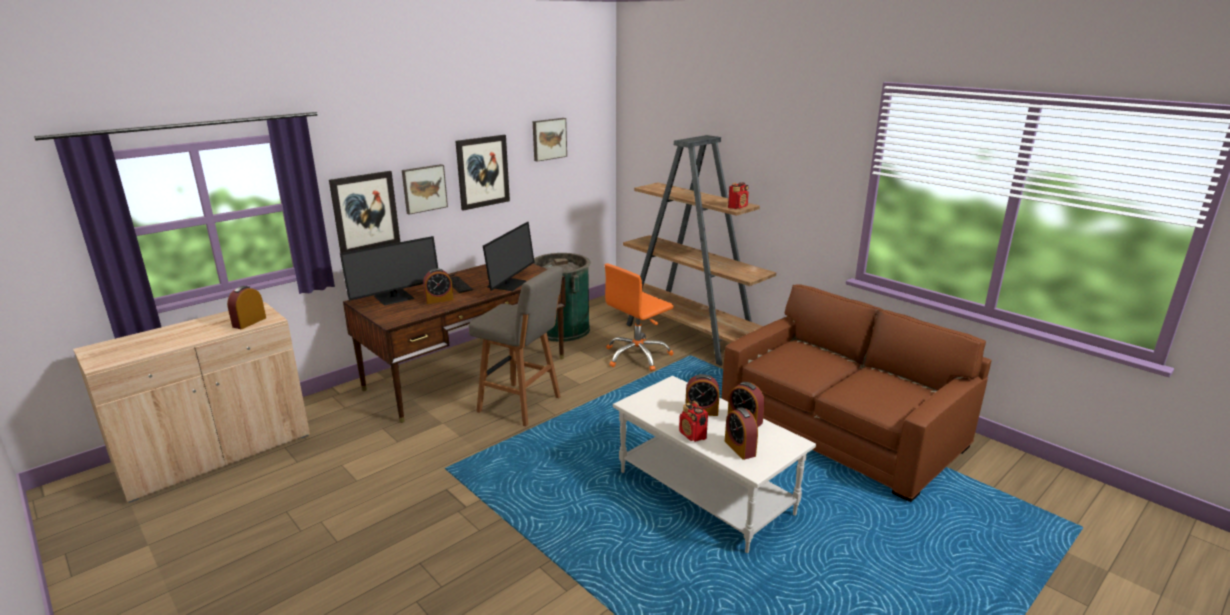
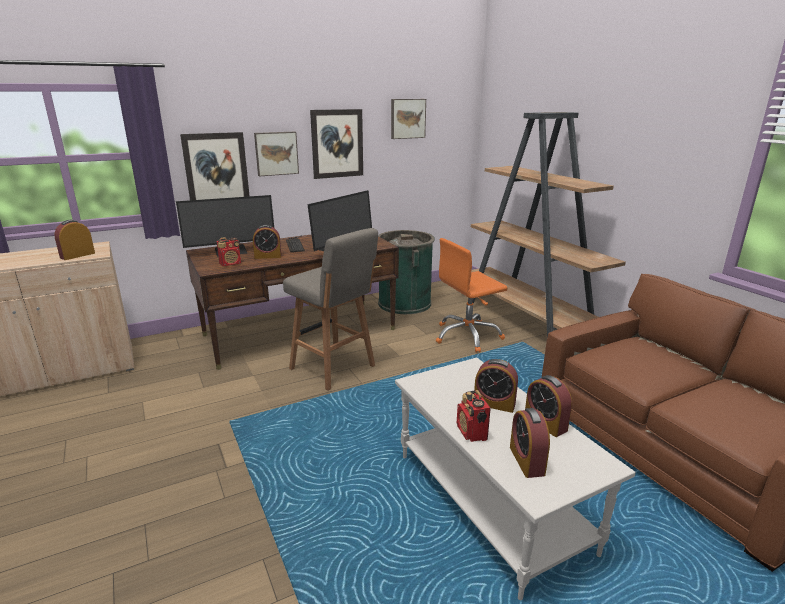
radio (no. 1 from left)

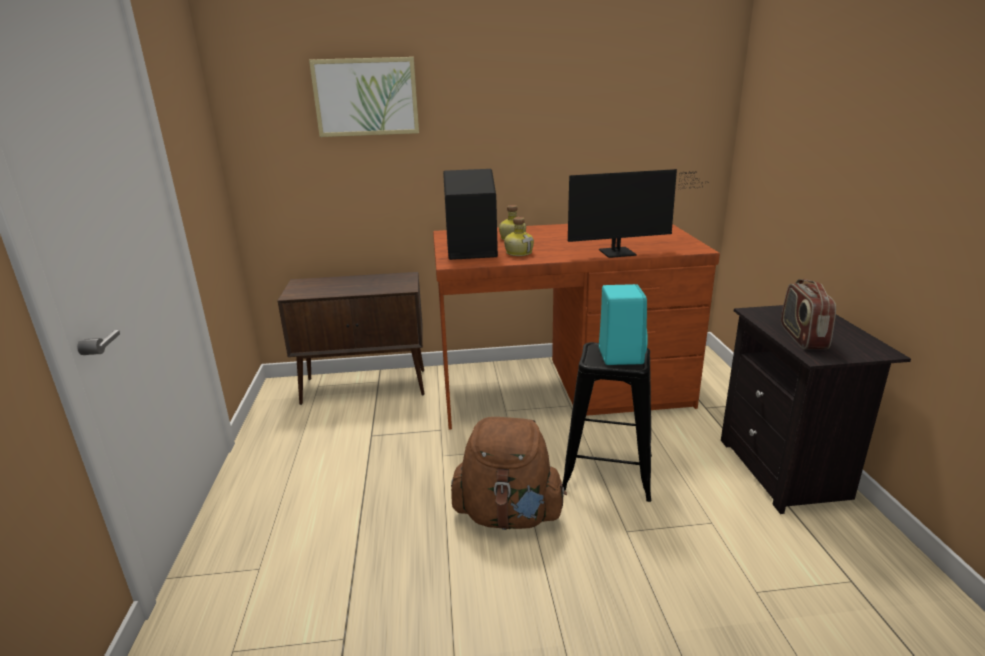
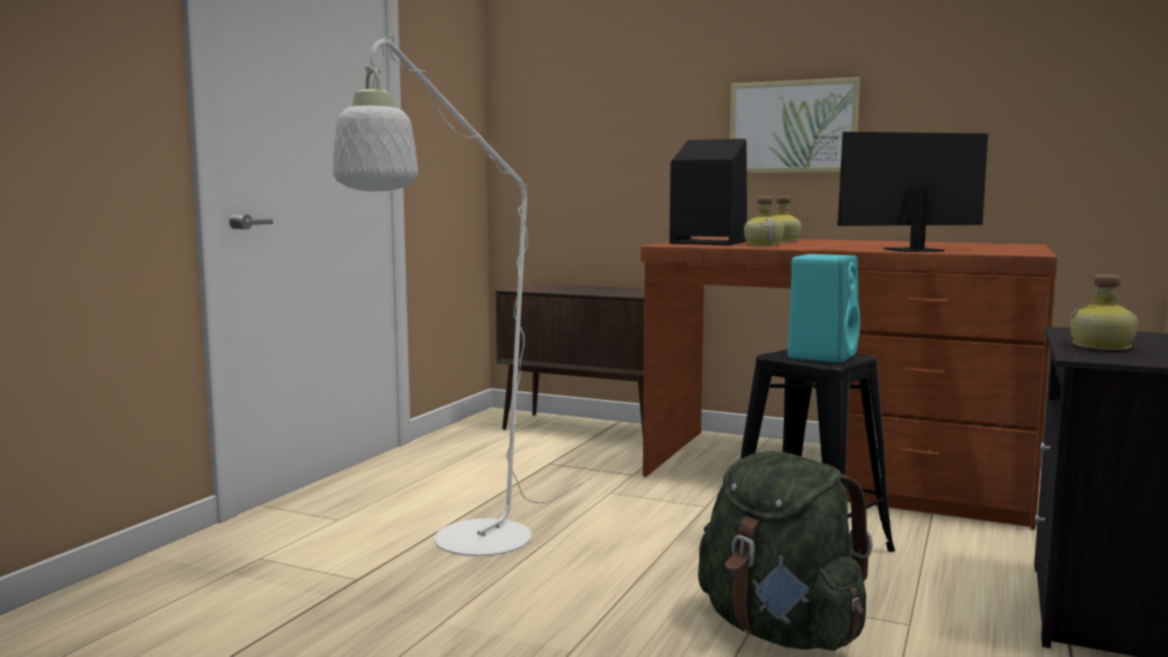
picture; backpack (brown); monitor; bottle (no. 3 from left); floor lamp (white); backpack (green)

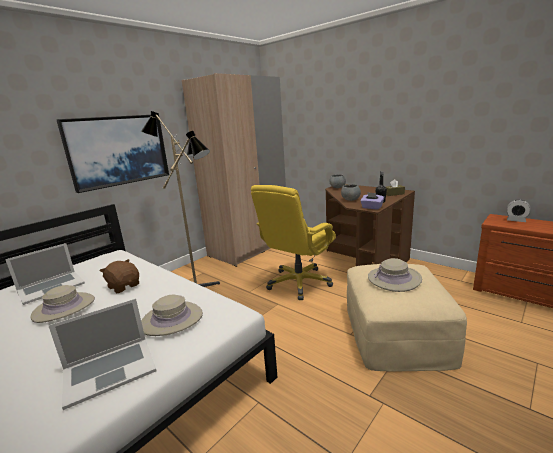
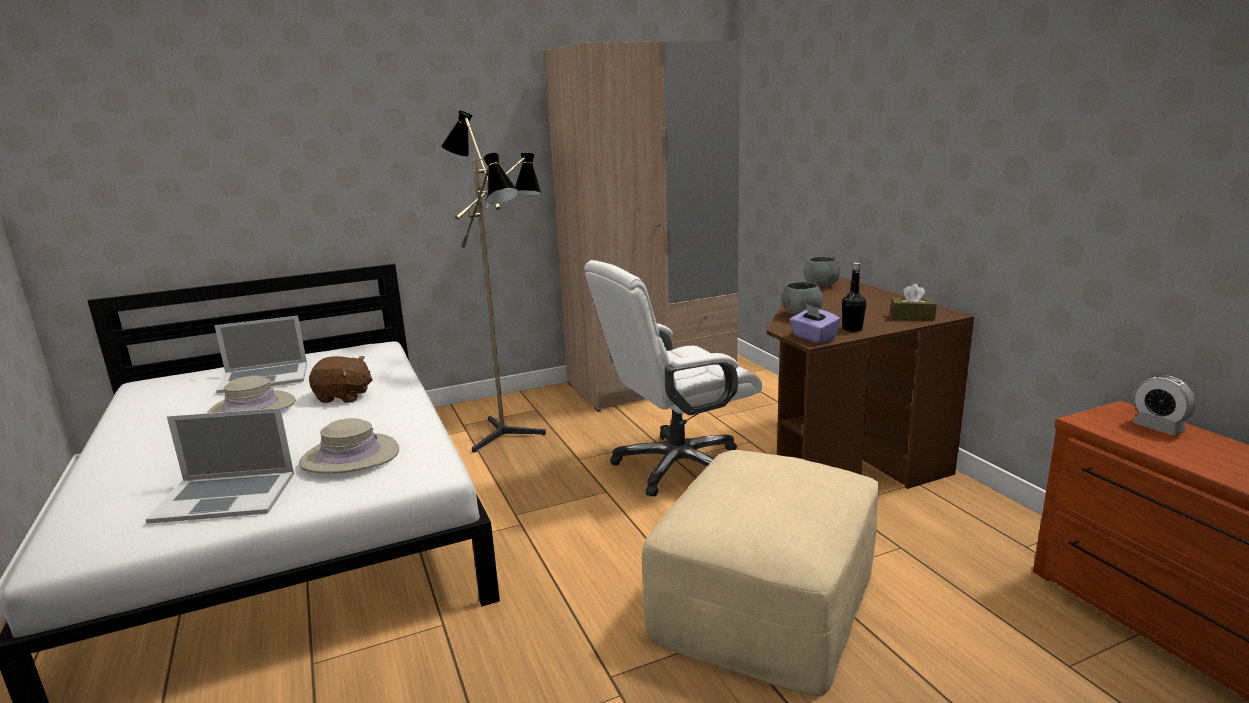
picture; plush toy (brown); office chair (white); hat (beige) (no. 3 from left in the first image)

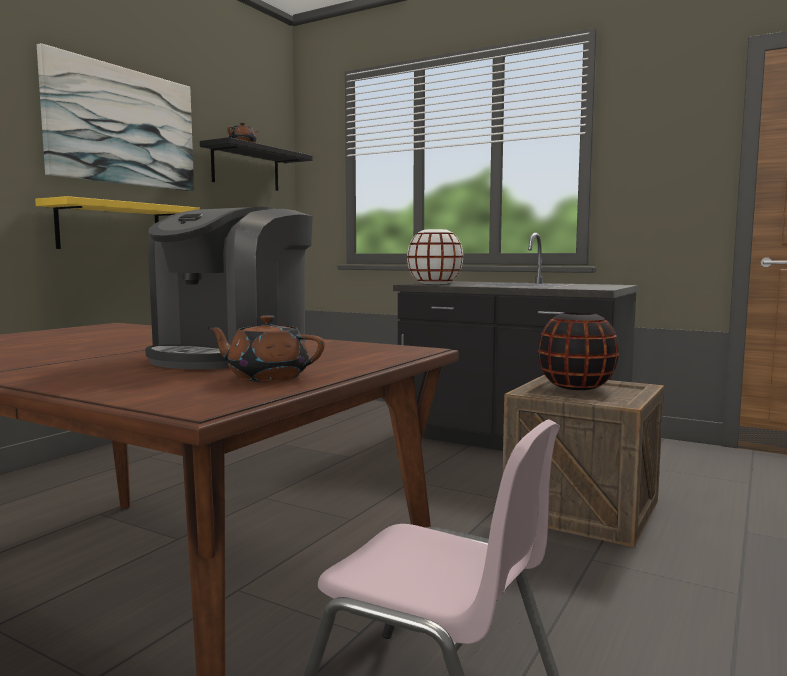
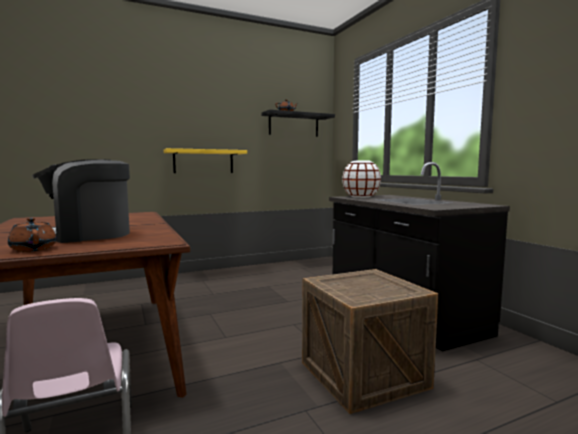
picture; vase (black)

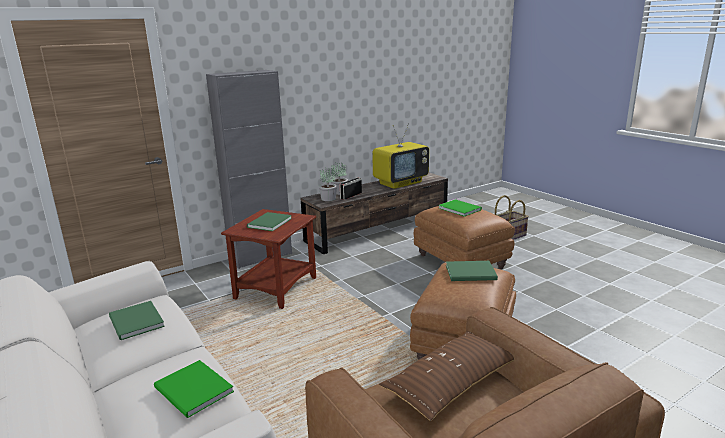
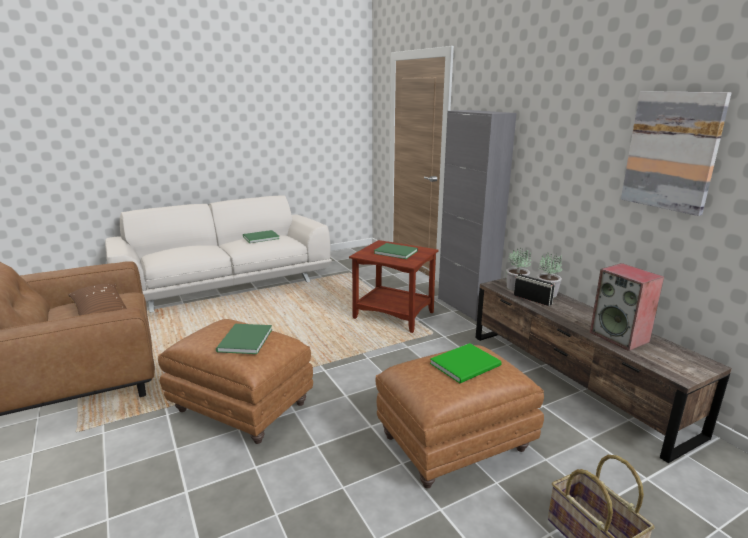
book (green) (no. 2 from left in the first image); speaker; picture

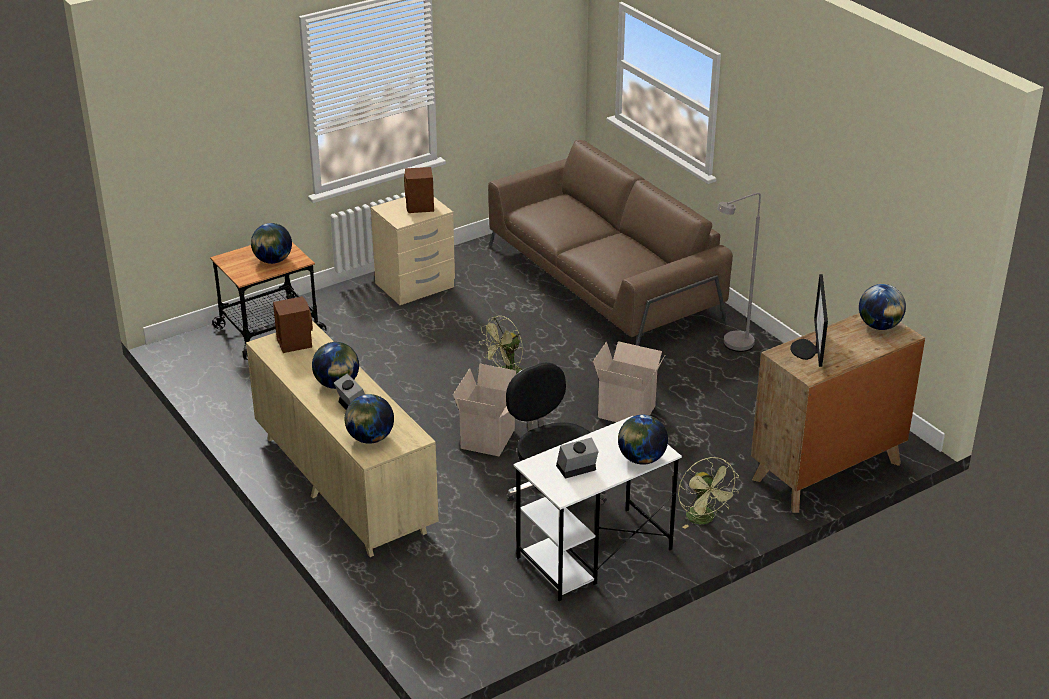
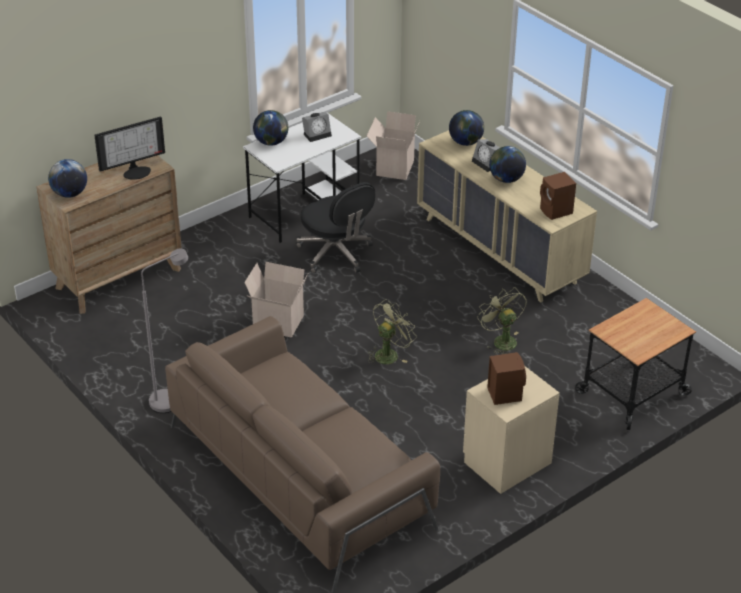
globe (no. 1 from left in the first image); cardboard box (no. 2 from left); fan (green) (no. 2 from left); monitor

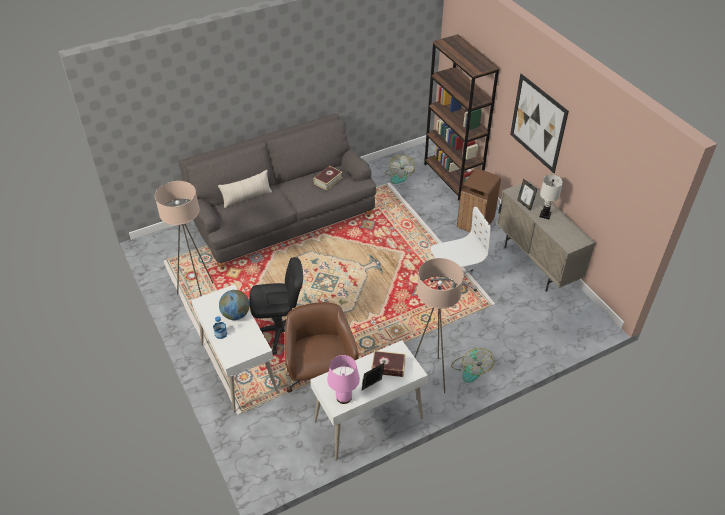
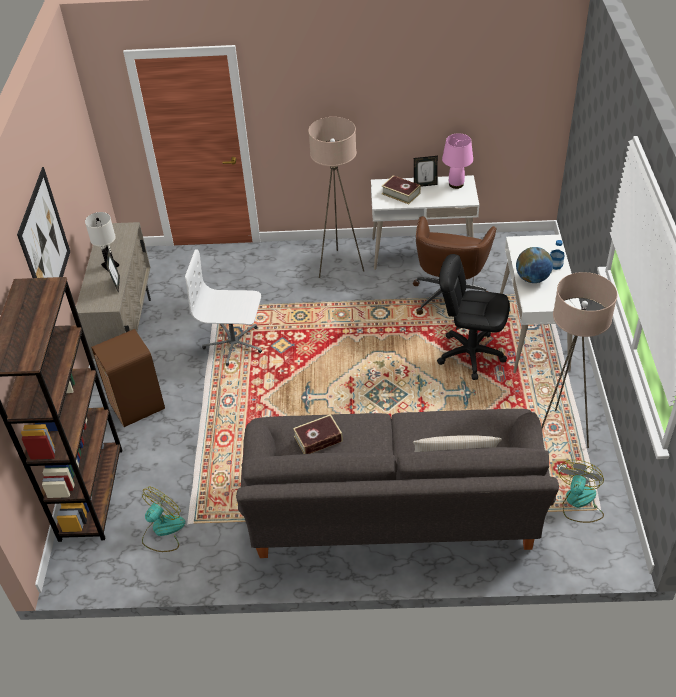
fan (no. 2 from left)

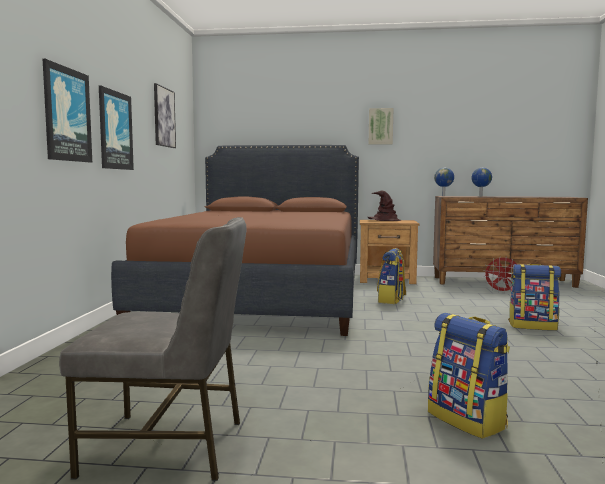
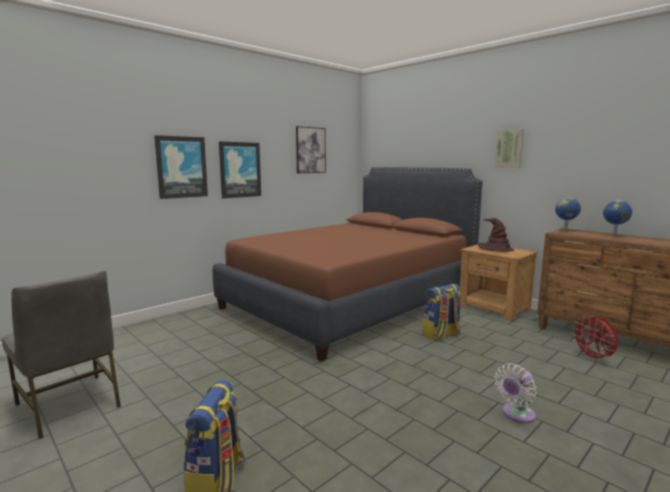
fan (white)

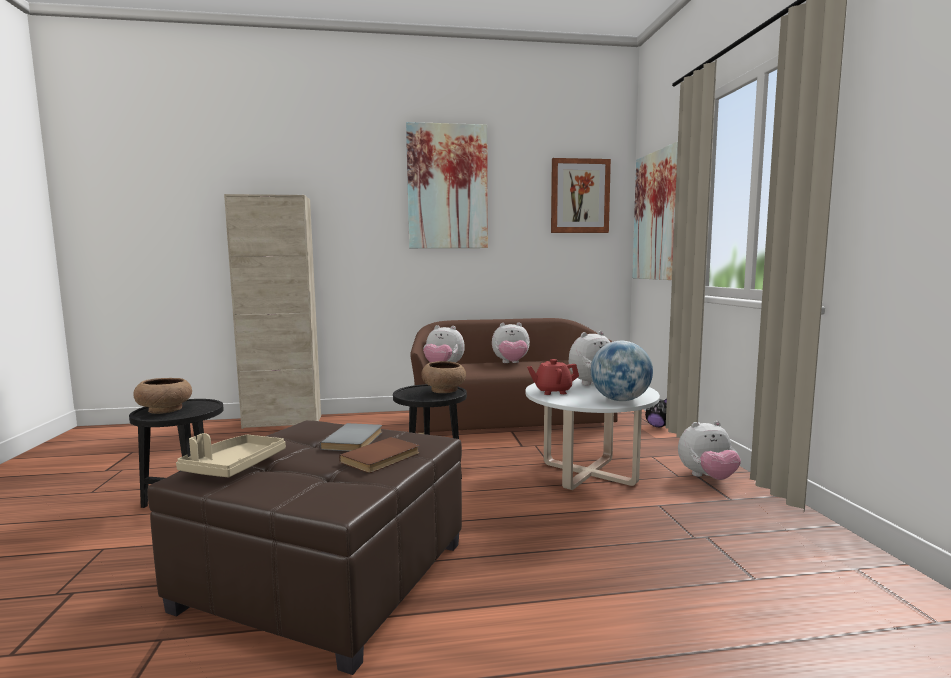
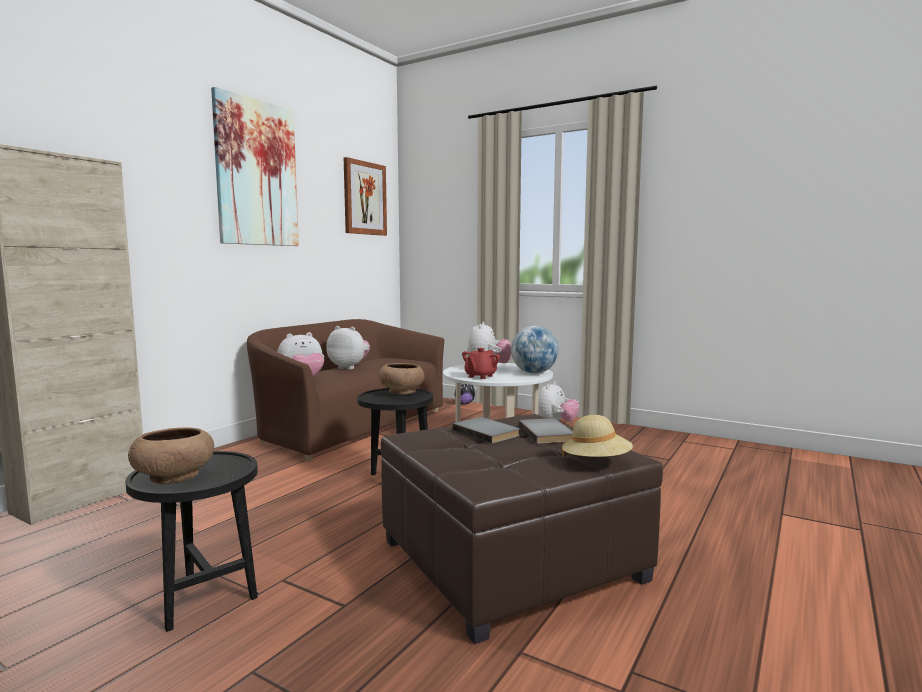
tray (beige); book (grey) (no. 2 from left); plush toy (no. 2 from left); picture (no. 3 from left in the first image); hat (beige)

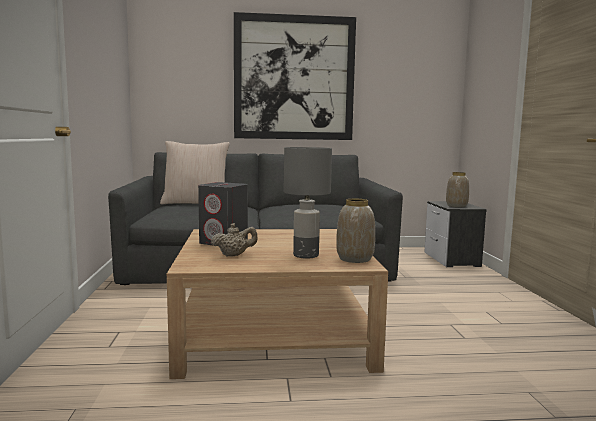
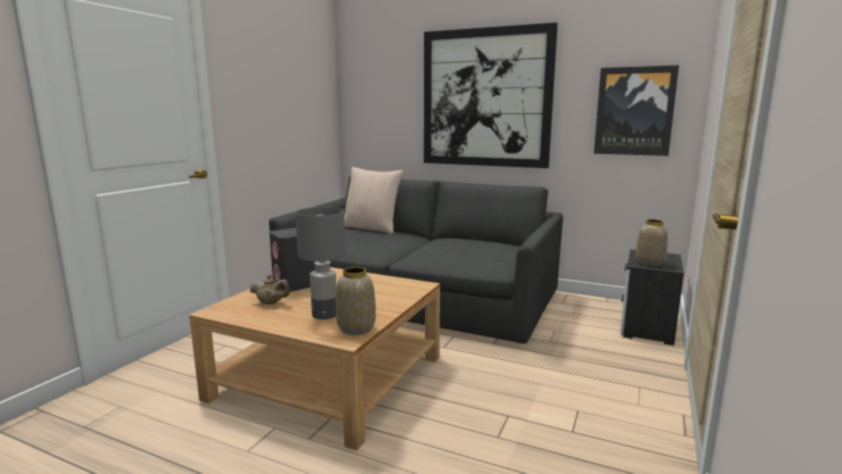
picture (no. 2 from left)

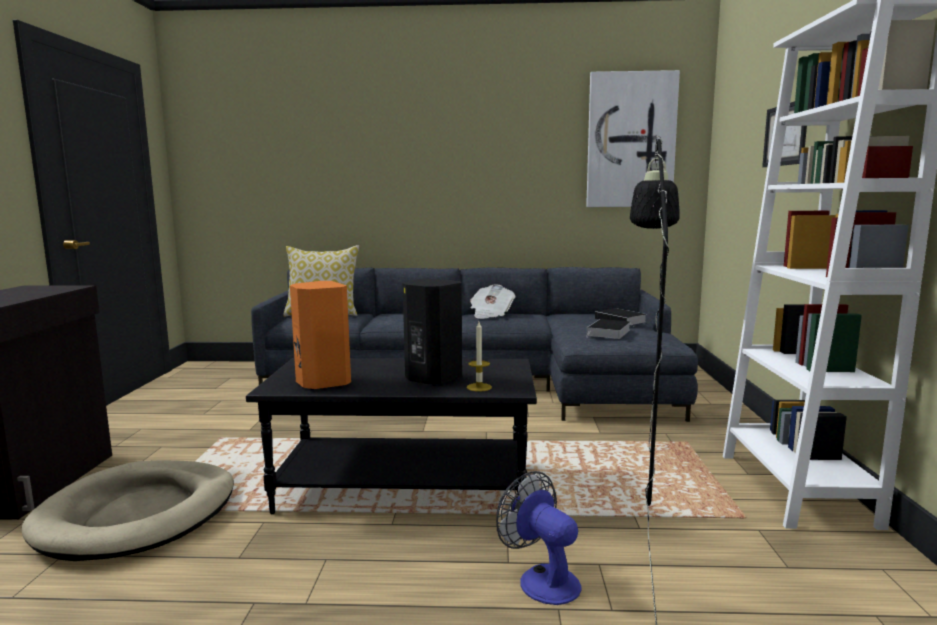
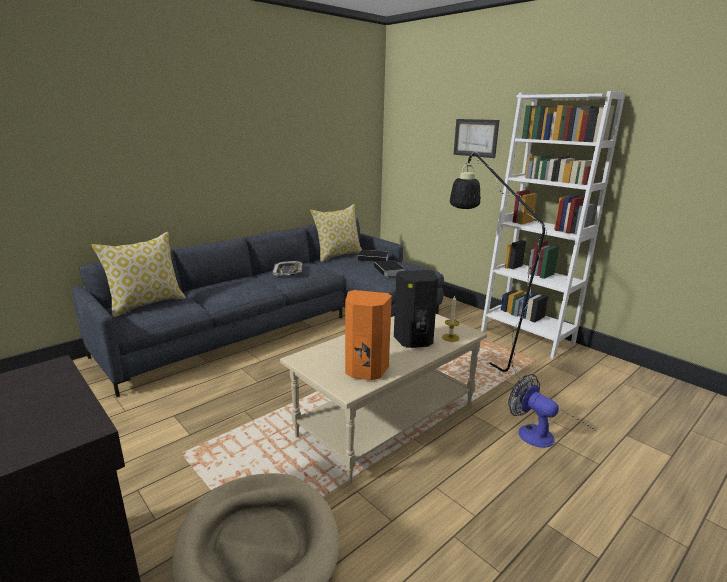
coffee table (beige); tray; fan; picture (no. 1 from left in the first image); pillow (no. 2 from left)

